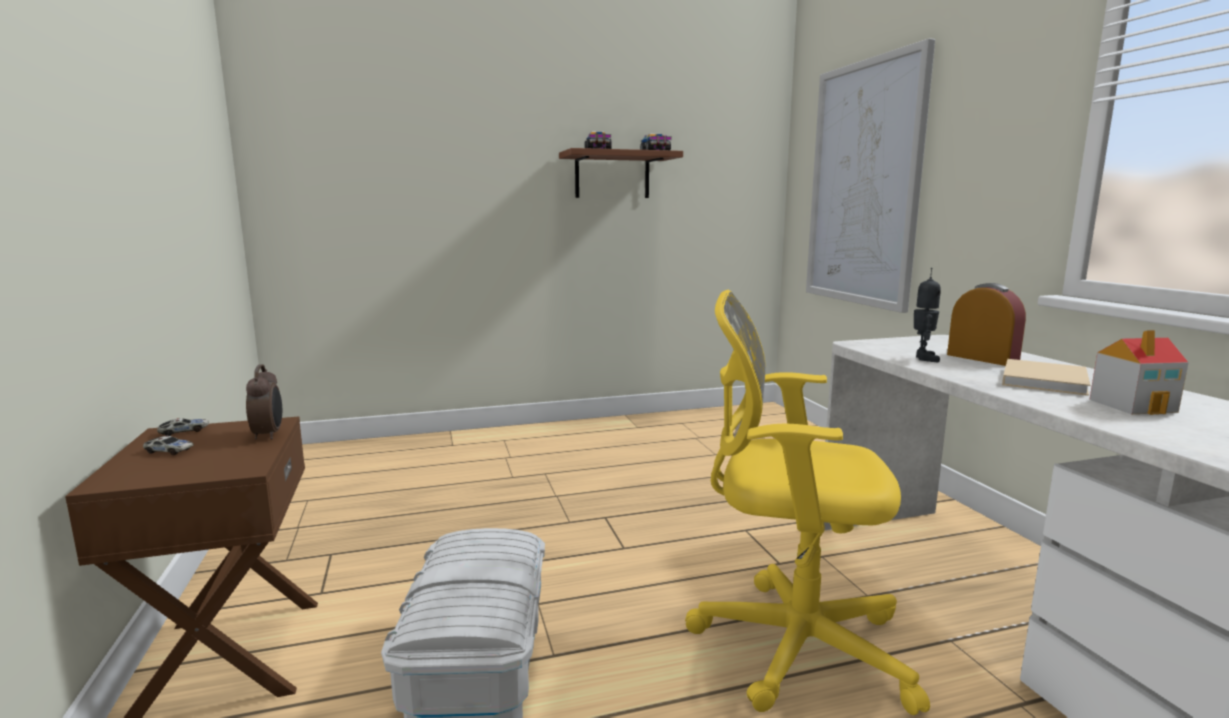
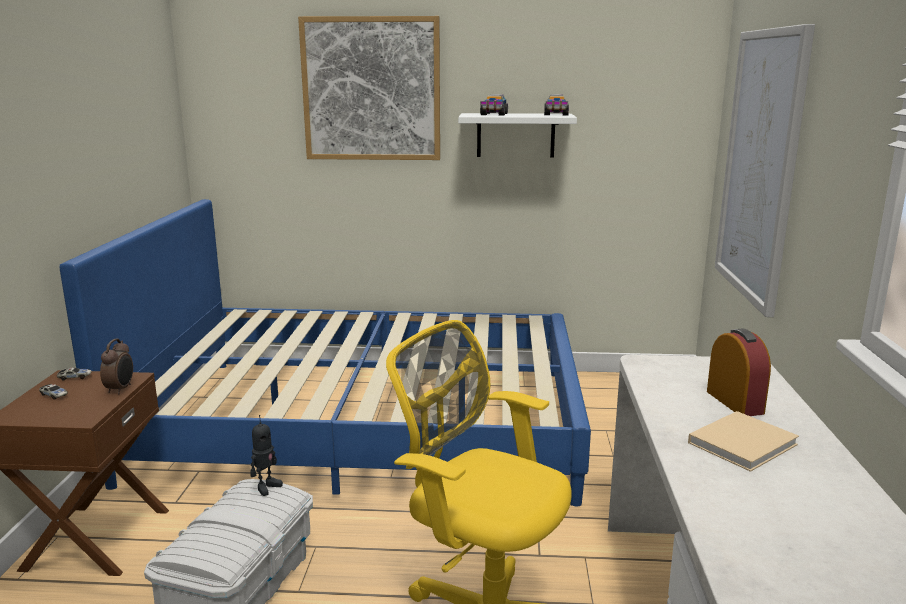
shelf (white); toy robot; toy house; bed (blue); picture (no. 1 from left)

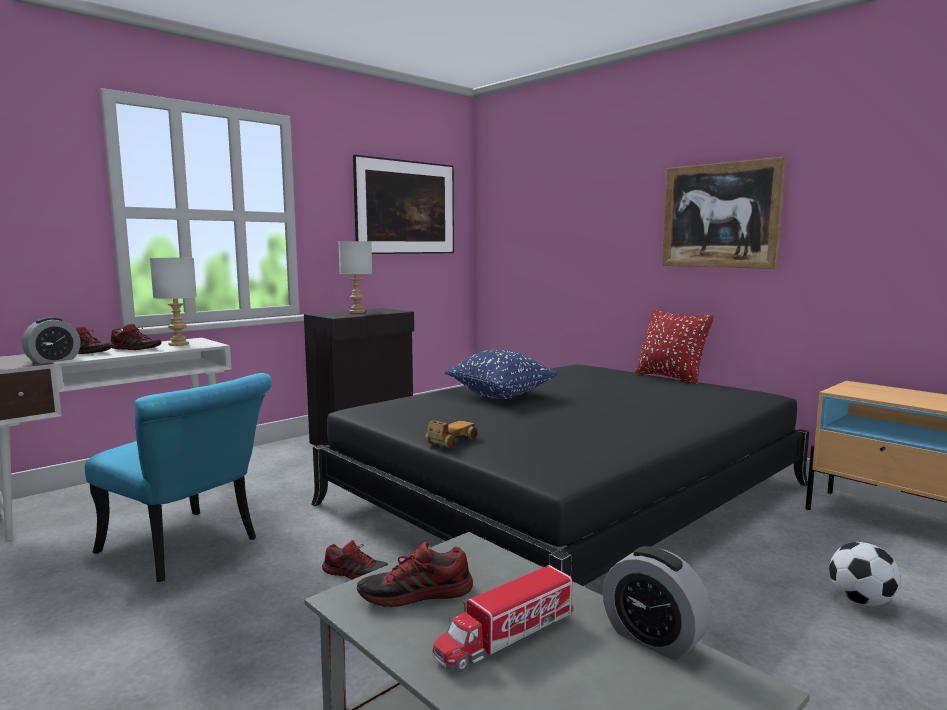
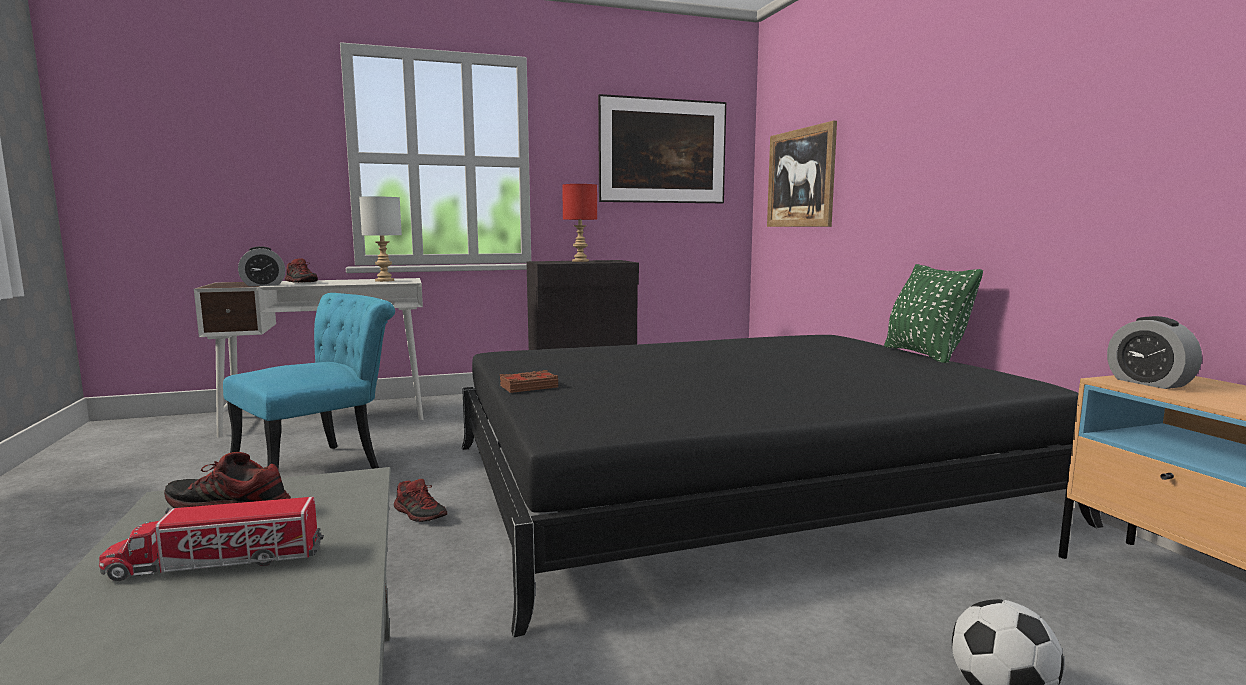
chair (turquoise); shoe (no. 2 from left in the first image); table lamp (red); book (brown); pillow (blue); alarm clock (no. 2 from left); pillow (green); picture (no. 2 from left)

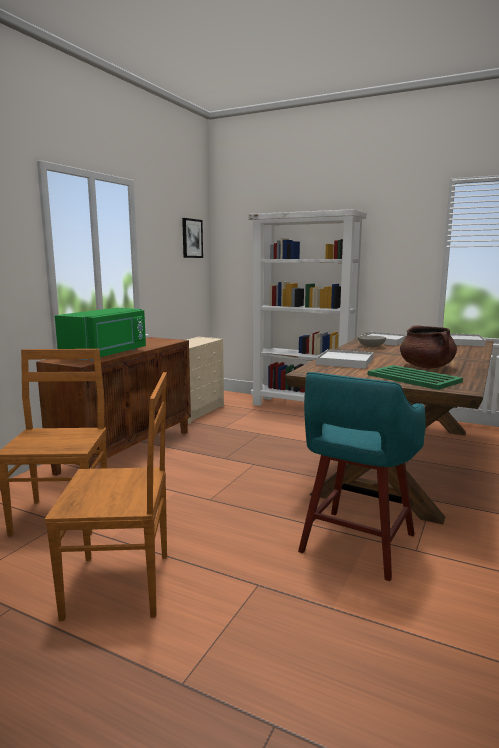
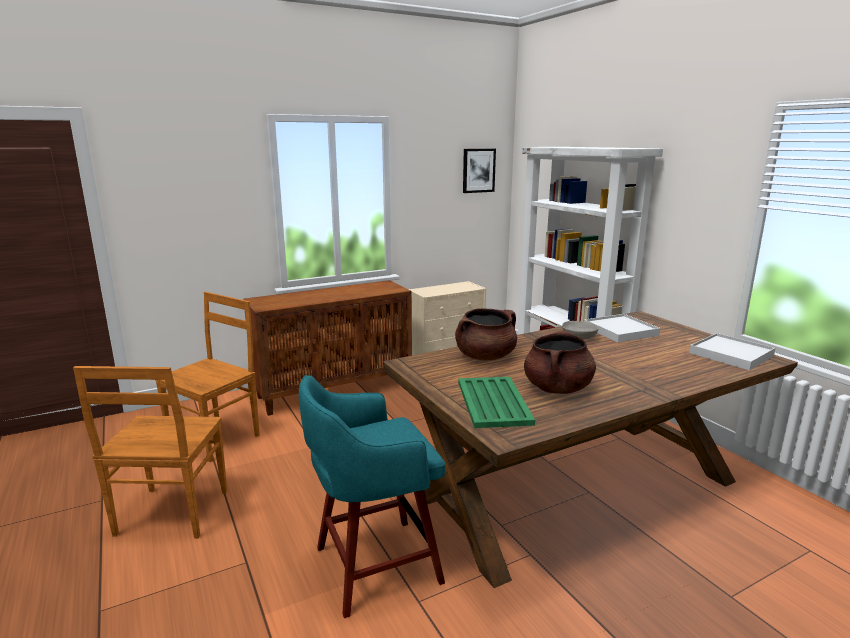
chair (brown) (no. 1 from left); microwave (green); cooking pot (brown) (no. 1 from left)

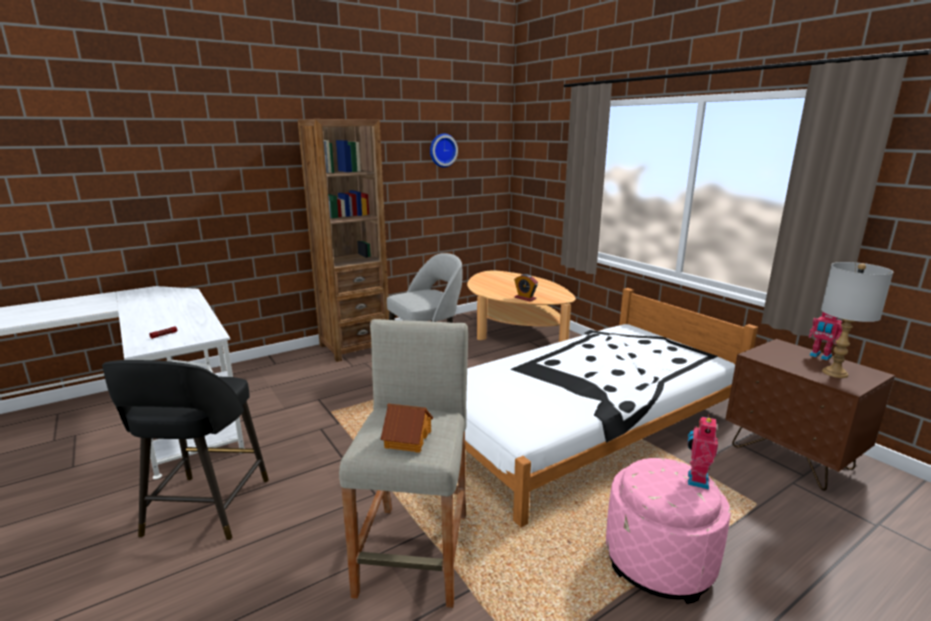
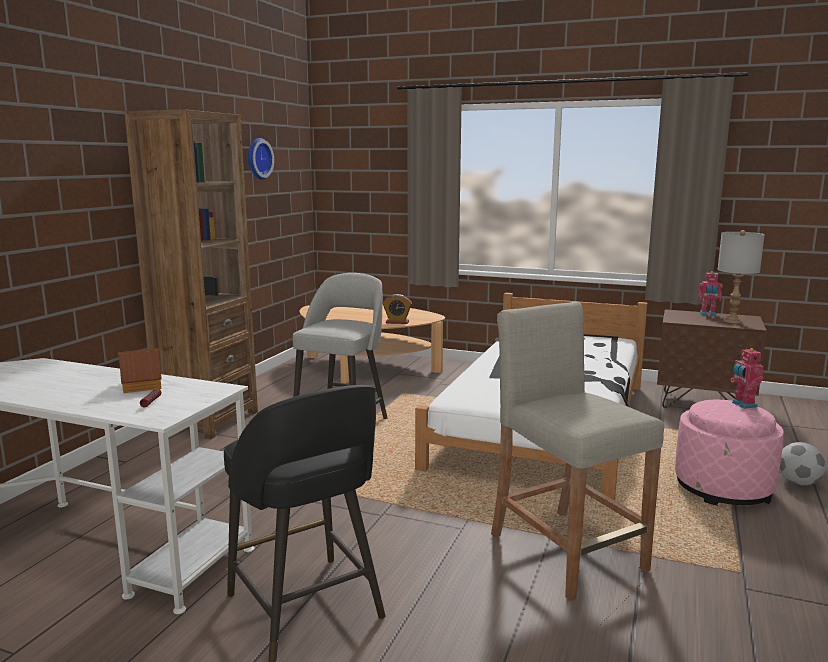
toy house; football

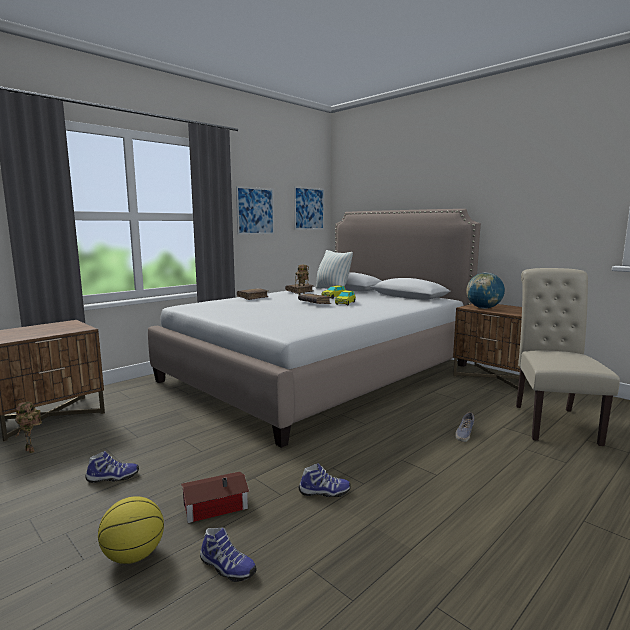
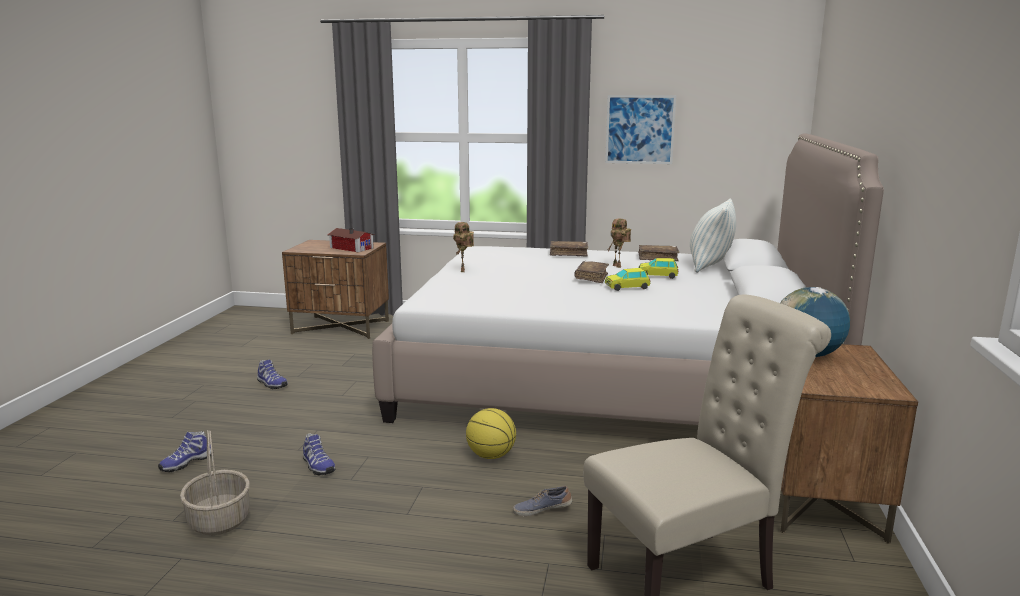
toy robot (no. 1 from left); basketball; toy house; shoe (no. 1 from left); picture (no. 2 from left in the first image); basket

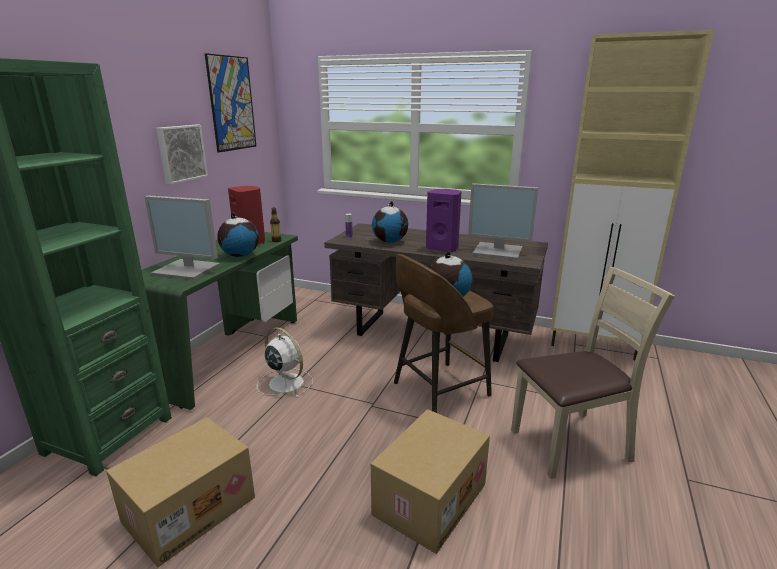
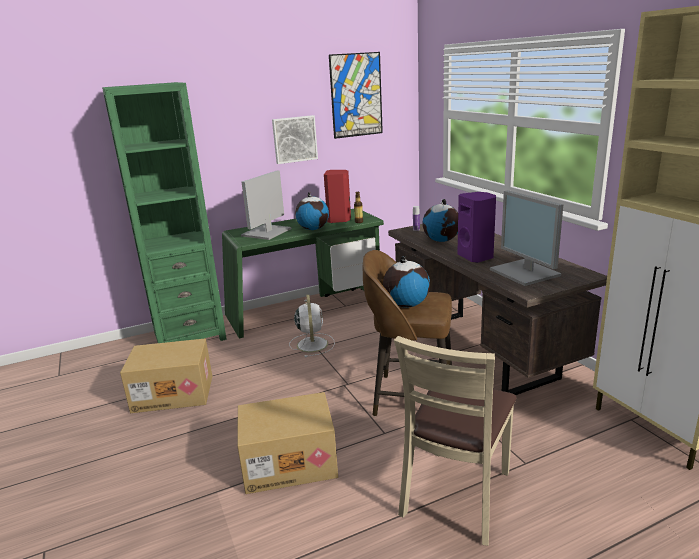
monitor (no. 1 from left); chair (beige)

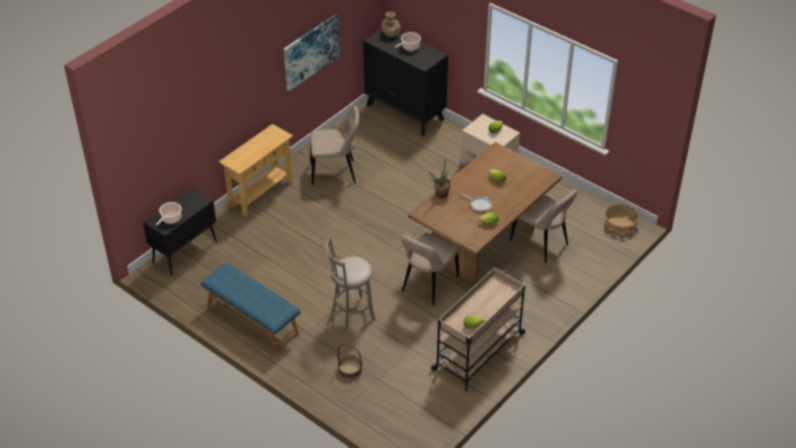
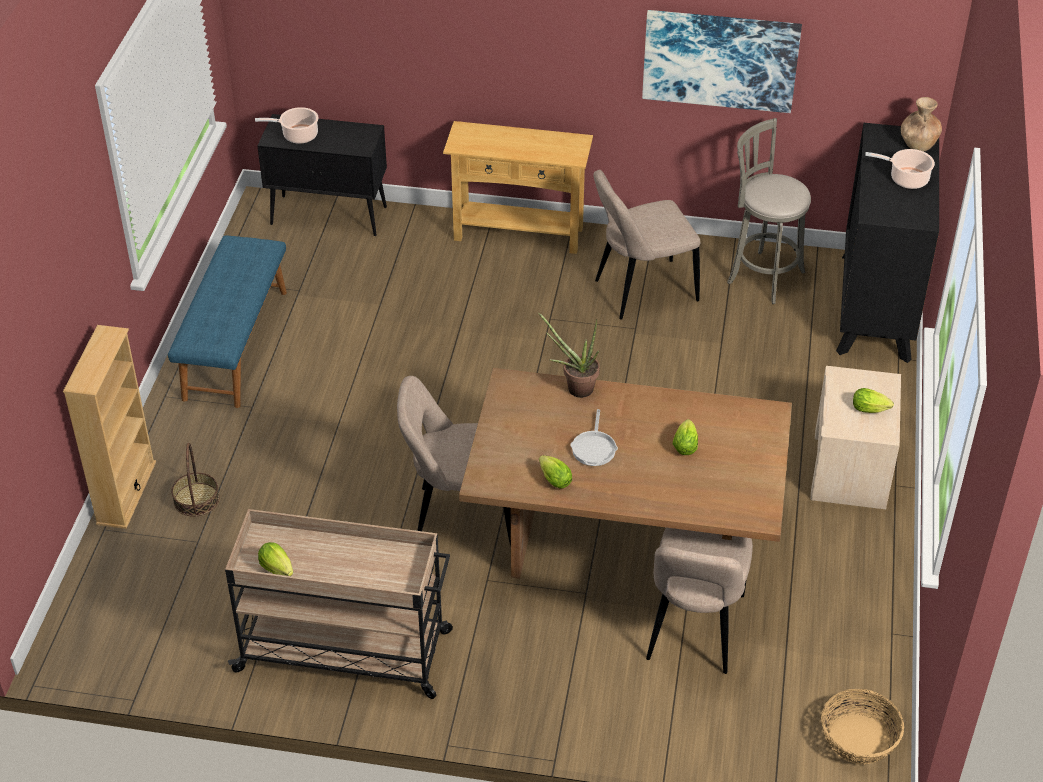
chair (beige) (no. 2 from left); stool (grey); bookcase (beige)

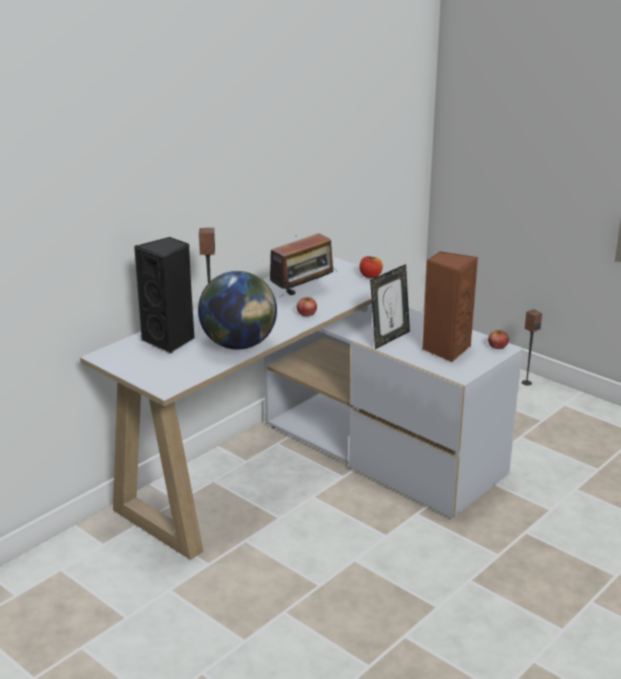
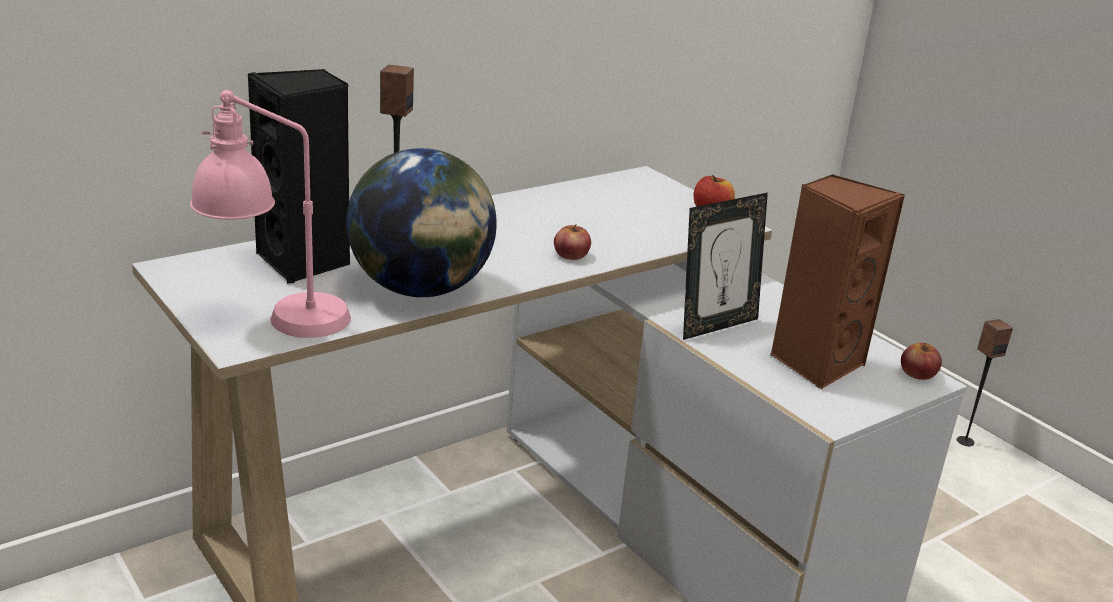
radio; table lamp (pink)

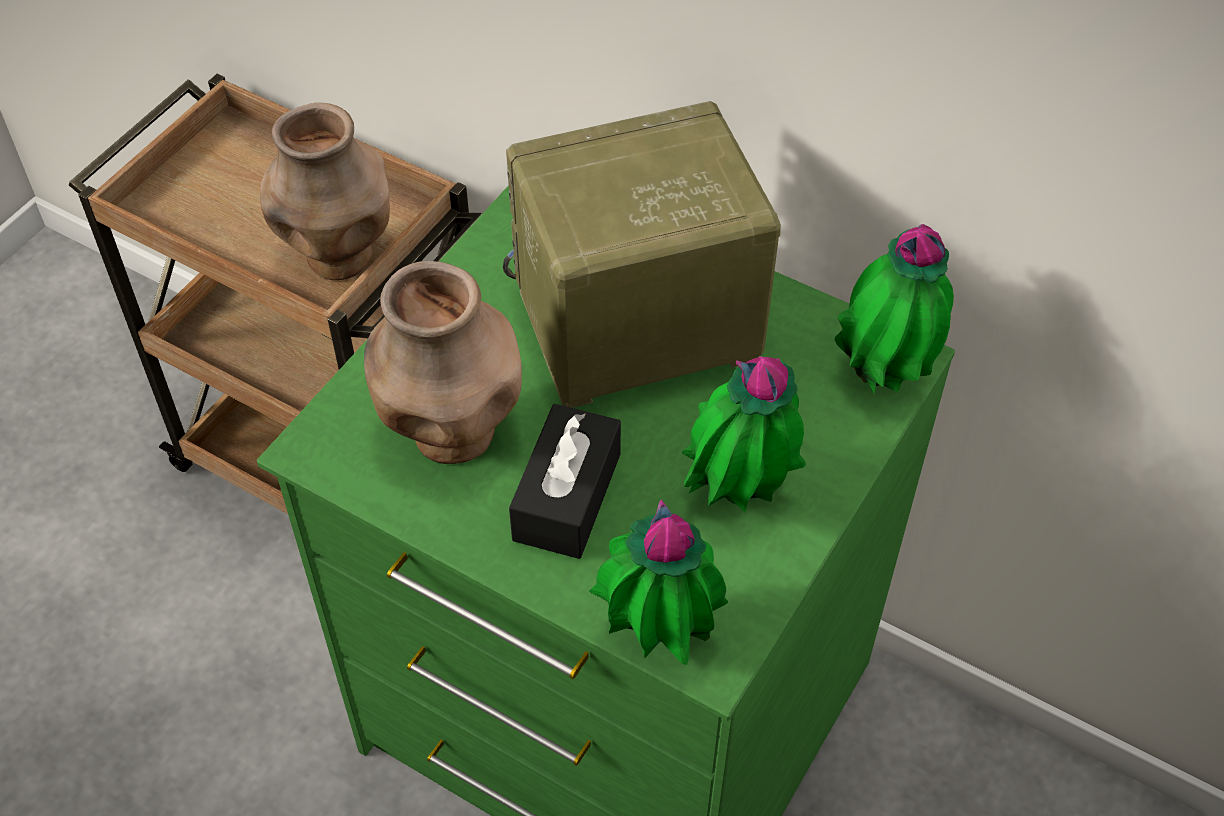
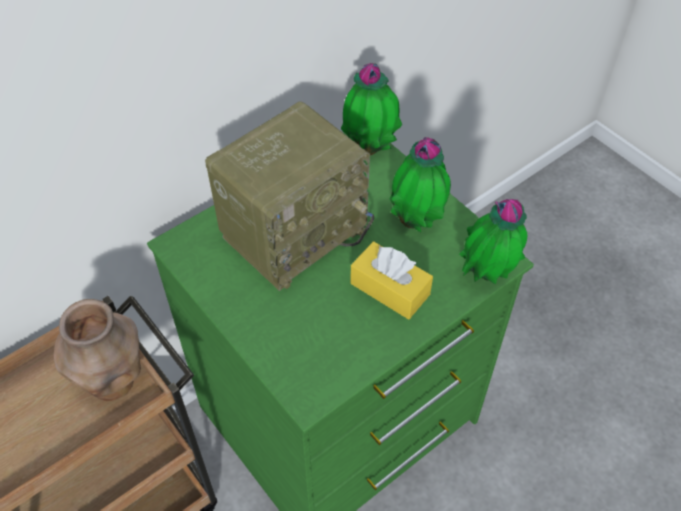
vase (brown) (no. 2 from left in the first image); radio; tissue box (yellow)

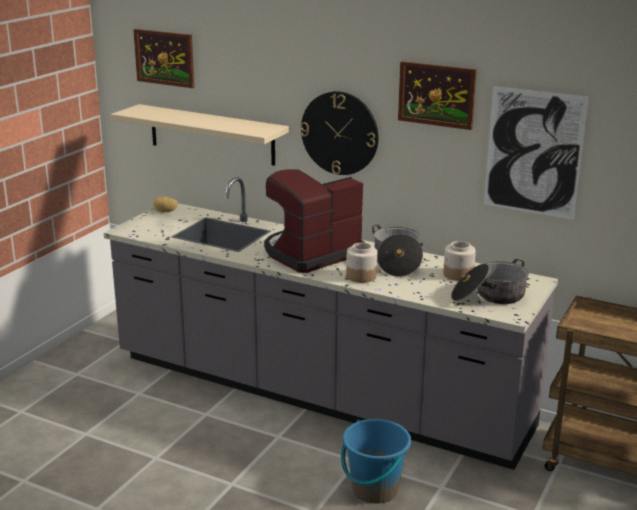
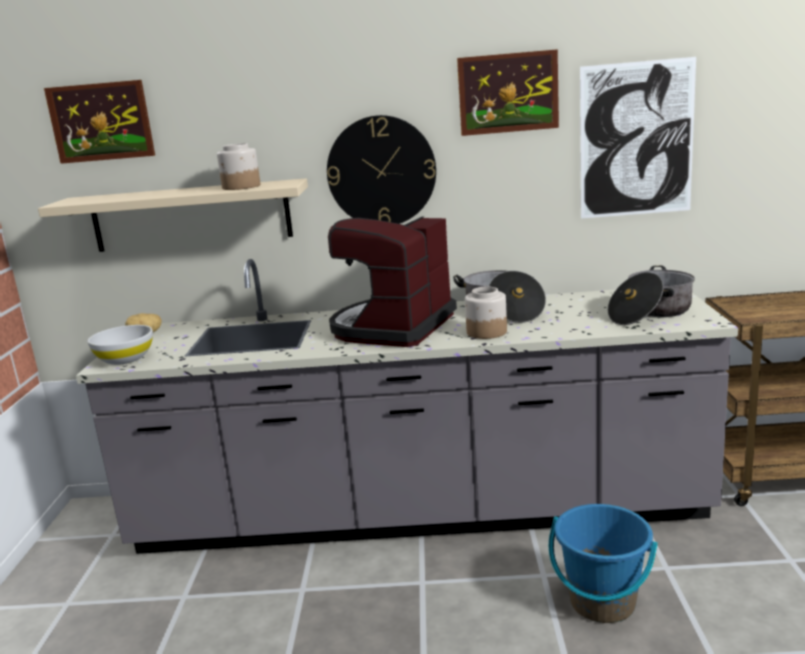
jar (no. 1 from left); bowl (white)

